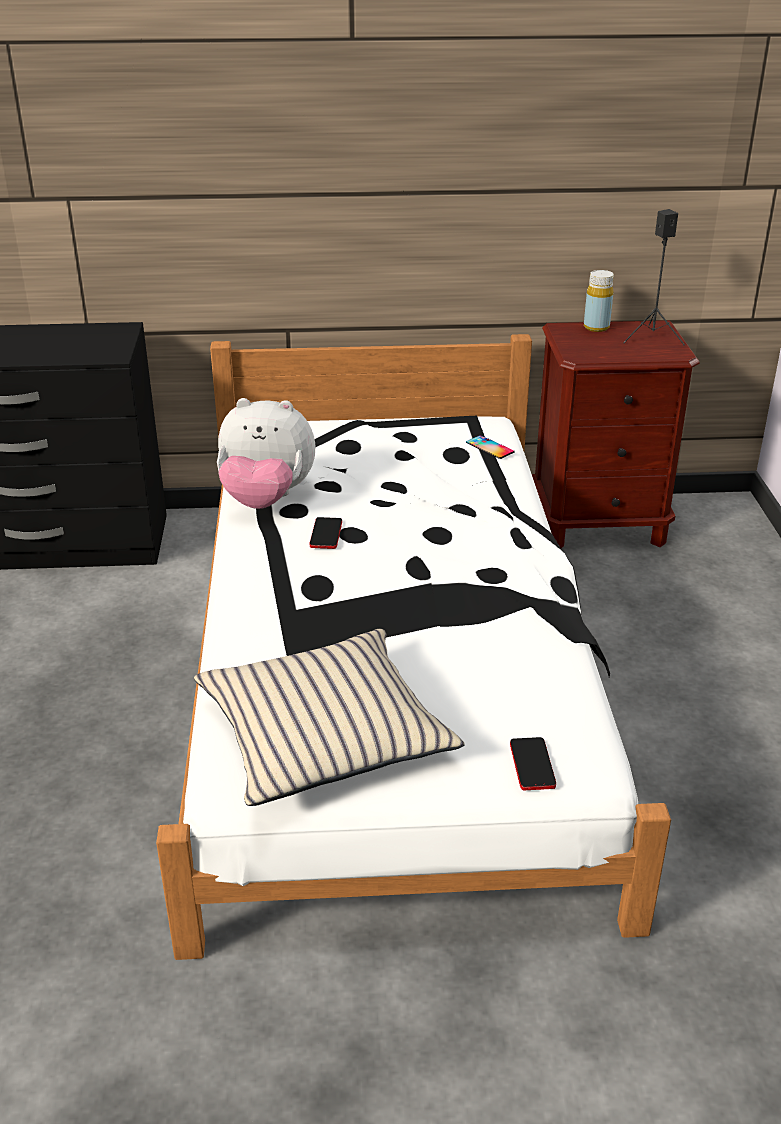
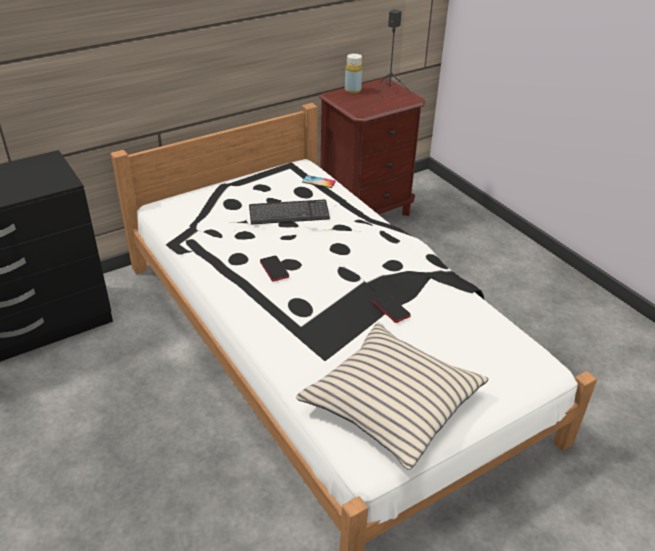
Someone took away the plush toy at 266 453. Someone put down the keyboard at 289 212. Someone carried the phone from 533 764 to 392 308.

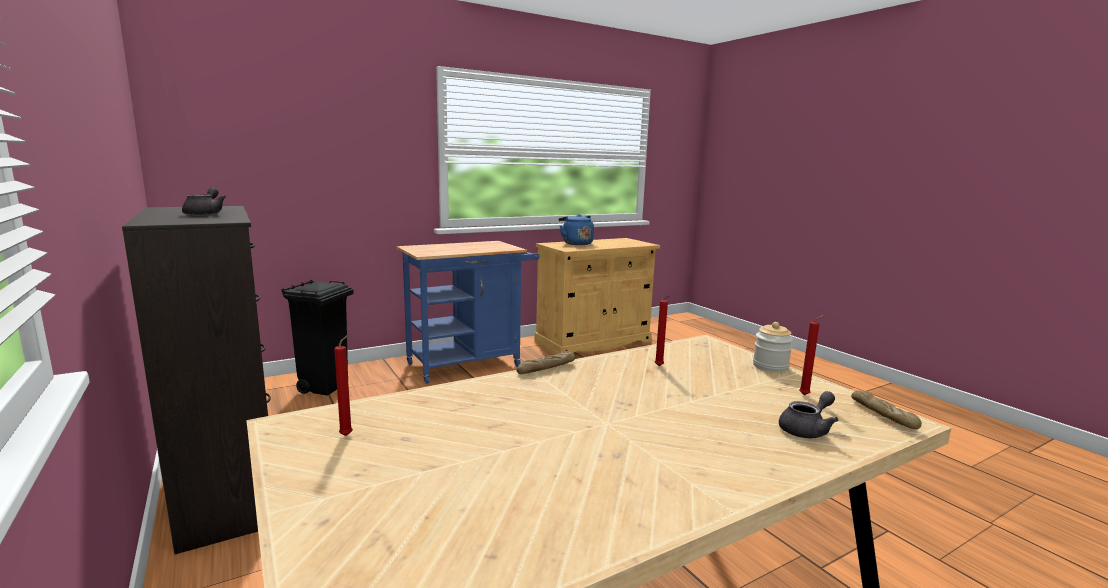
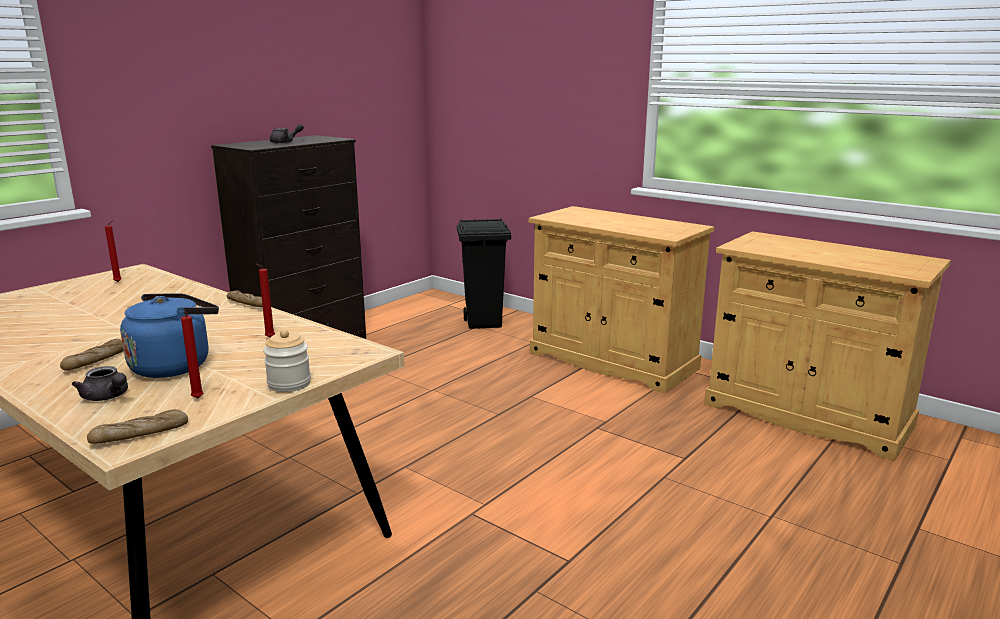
Someone put down the bread at 92 355. Someone carried the blue kettle from 576 229 to 169 335. Someone swapped the blue cart at 468 312 for the beige cabinet at 621 300.

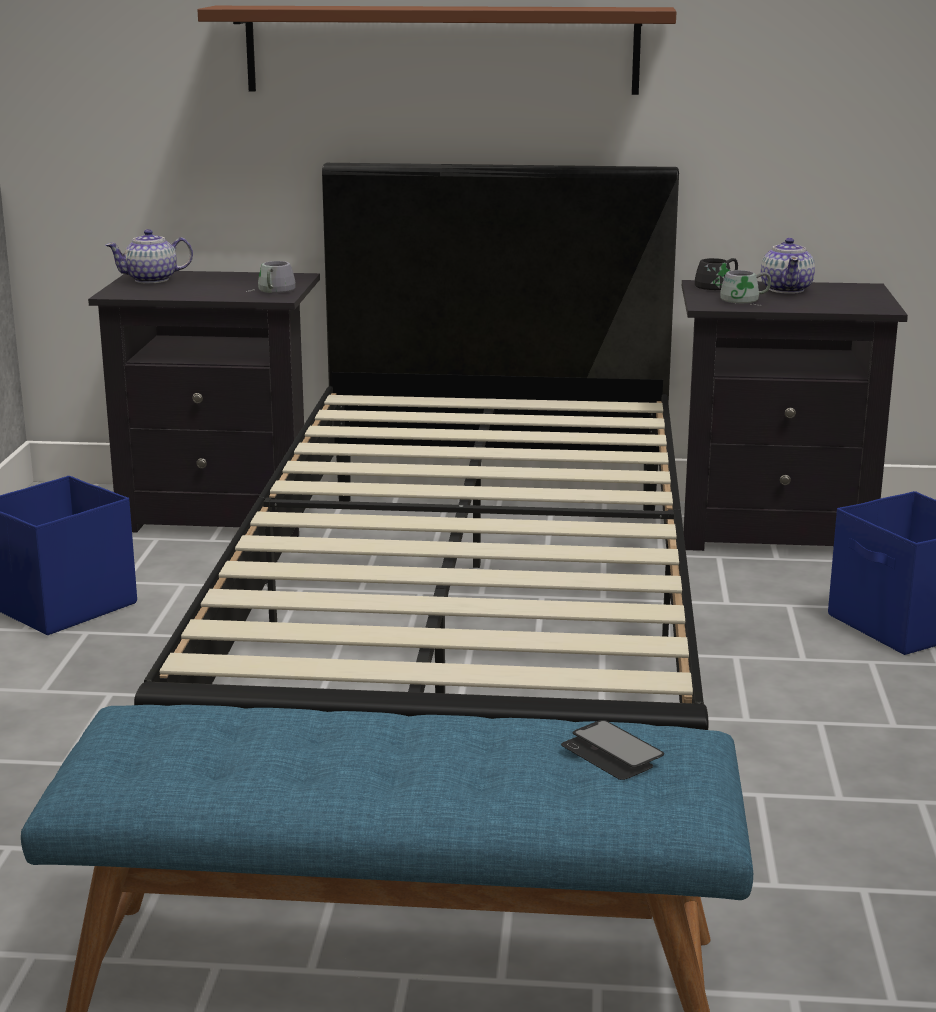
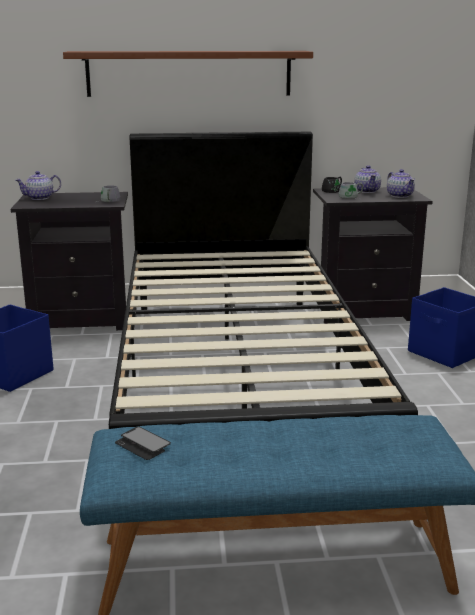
Someone put down the teapot at 401 183. Someone carried the phone from 612 750 to 143 443.

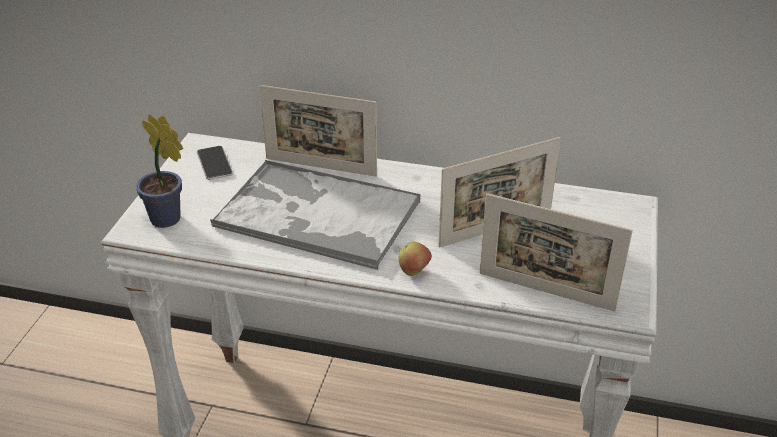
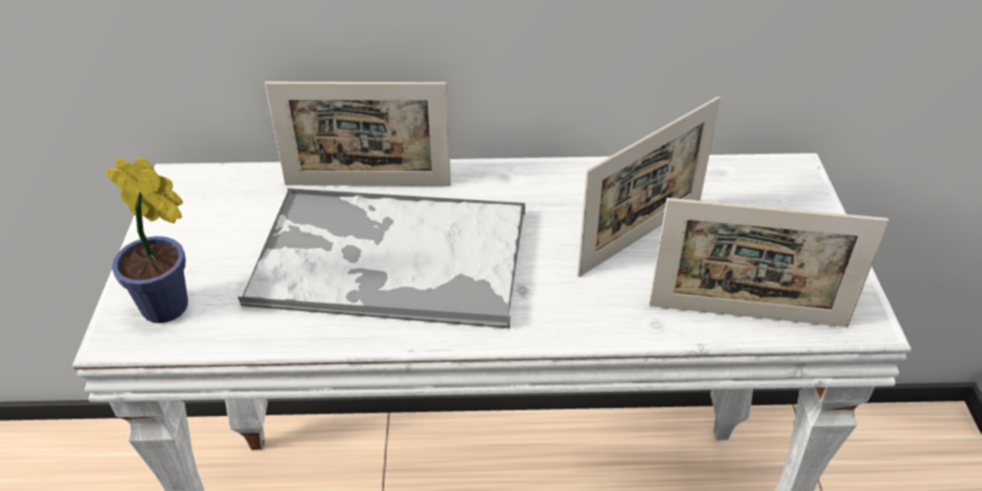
Someone took away the phone at 215 163. Someone took away the apple at 415 259.

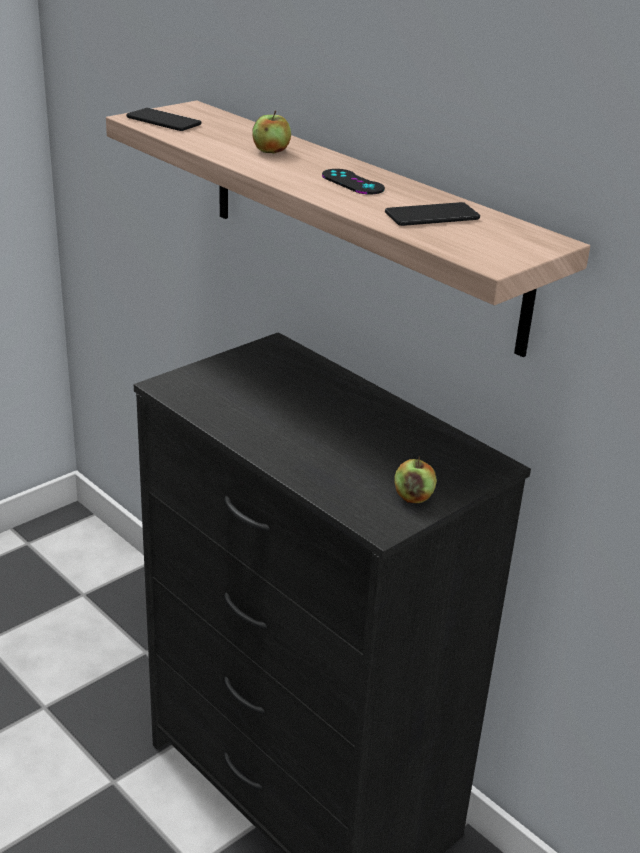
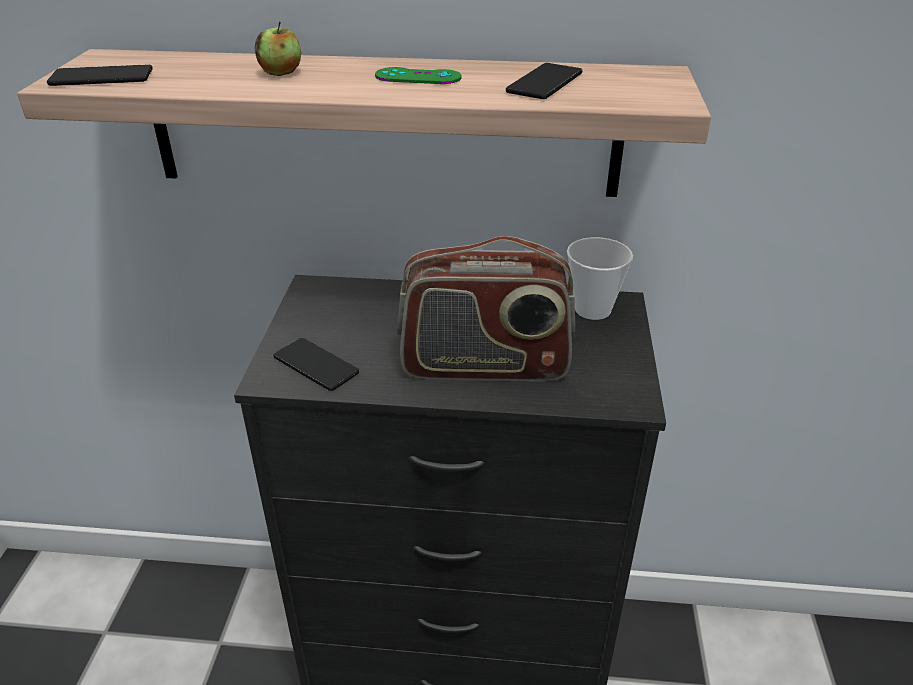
Someone took away the apple at 415 480. Someone put down the phone at 316 364. Someone put down the radio at 486 309. Someone put down the cup at 600 278. Someone repainted the black game controller at 353 181, which became the green game controller at 418 75.

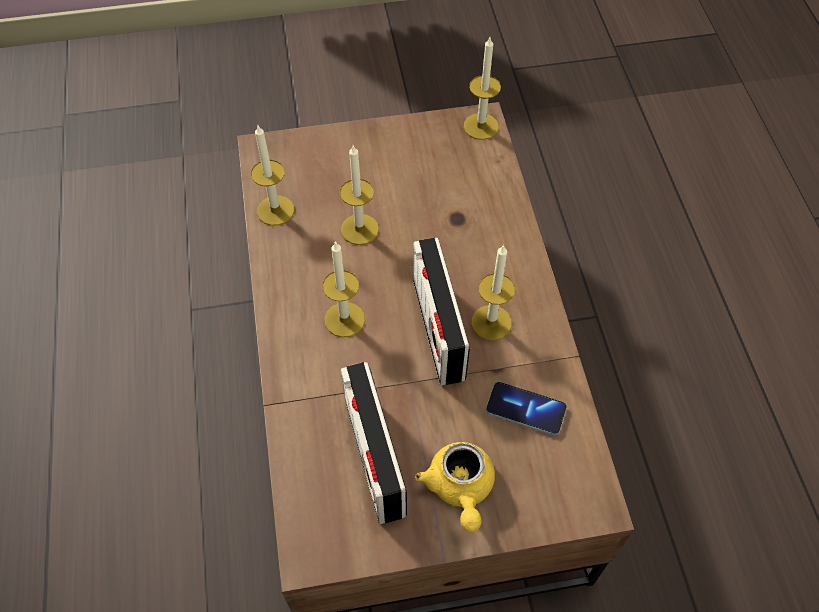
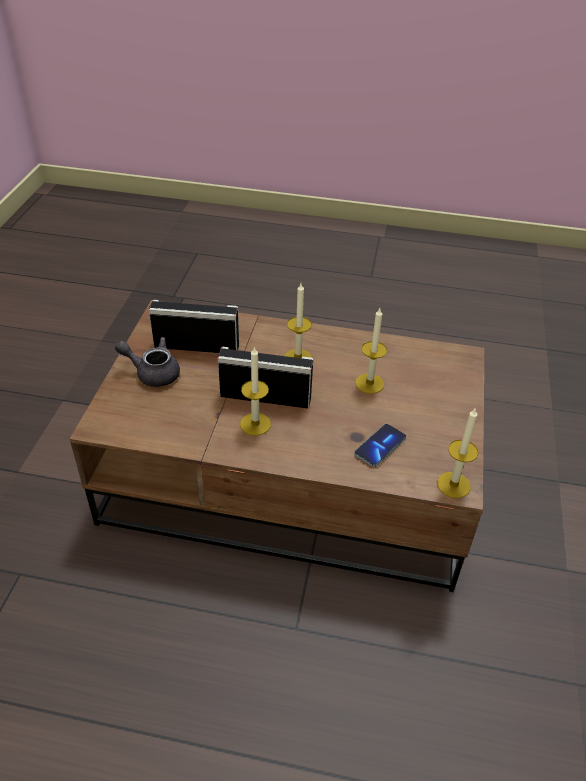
Someone took away the candle at 272 175. Someone carried the phone from 526 409 to 380 445. Someone repainted the yellow teapot at 455 487, which became the grey teapot at 147 362.

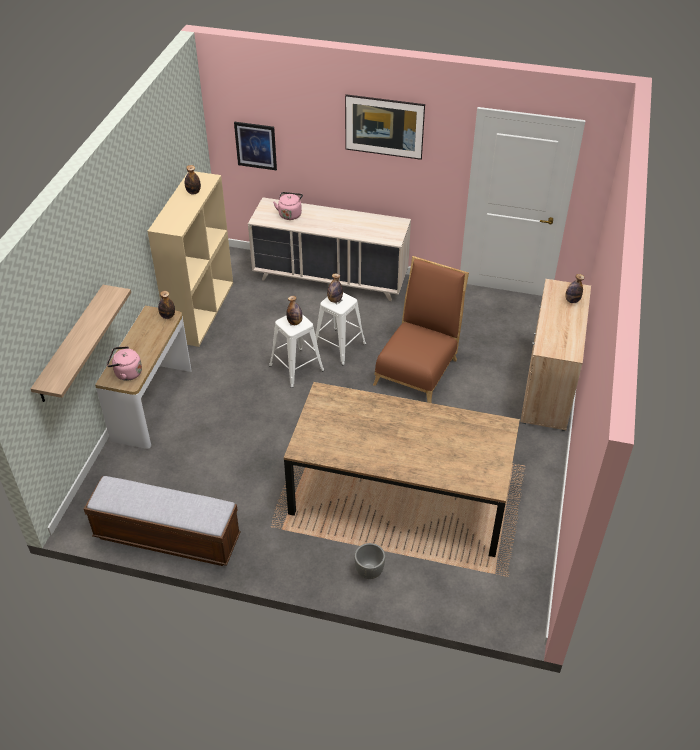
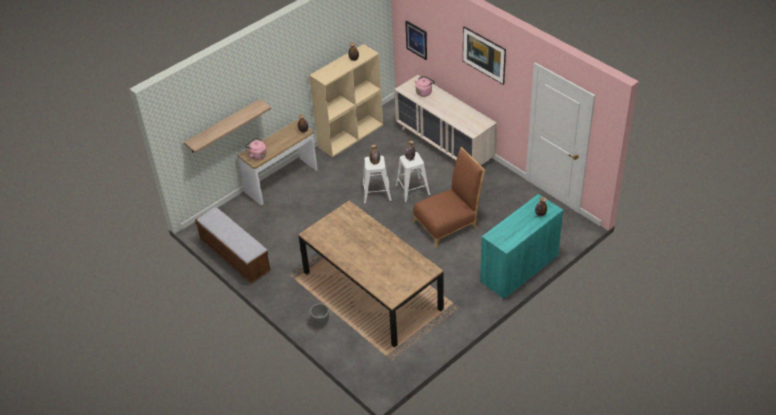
Someone repainted the beige cabinet at 555 355, which became the turquoise cabinet at 521 246.

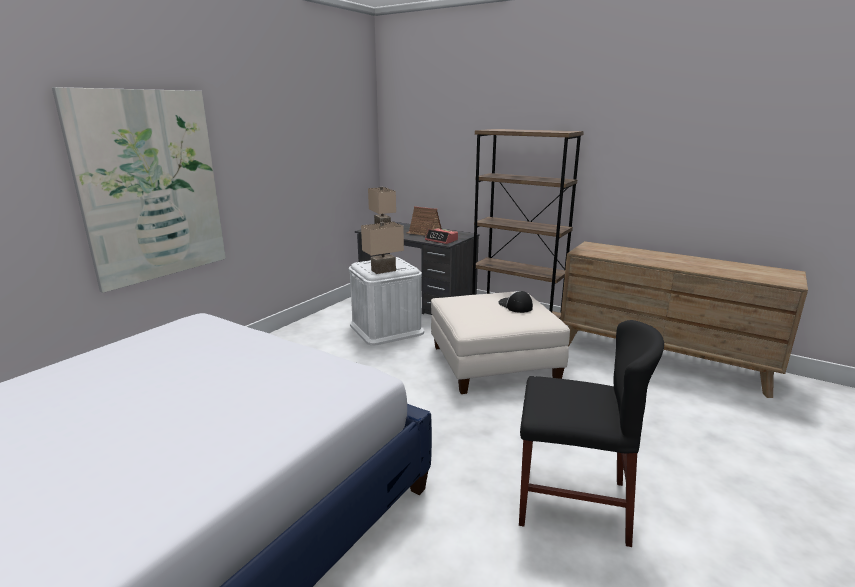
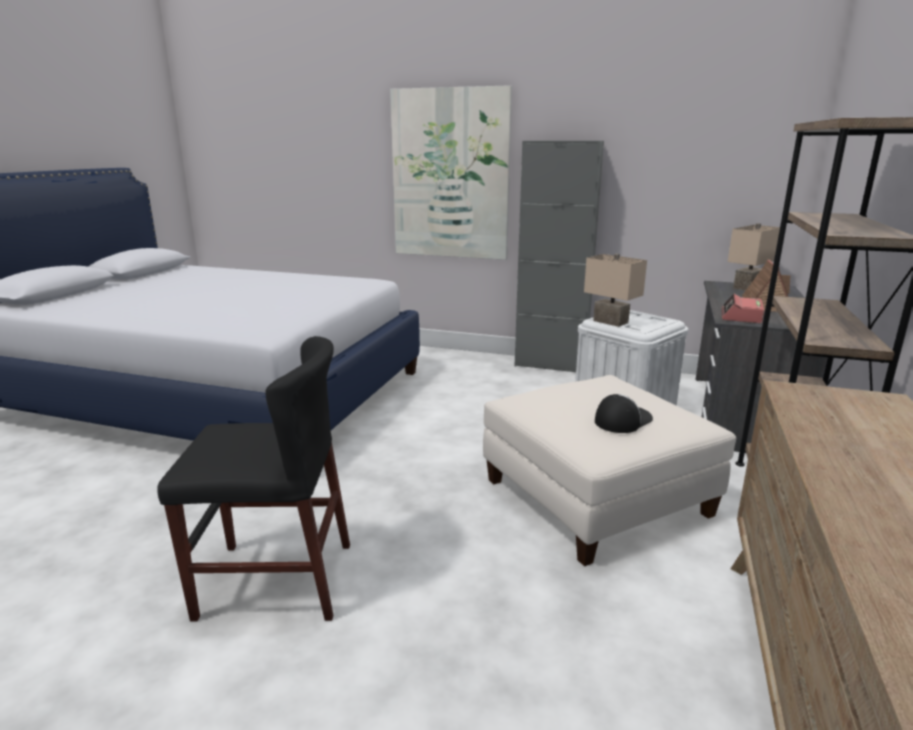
Someone put down the grey cabinet at 559 256. Someone rotated the black chair at 591 433 by 90 degrees counterclockwise.

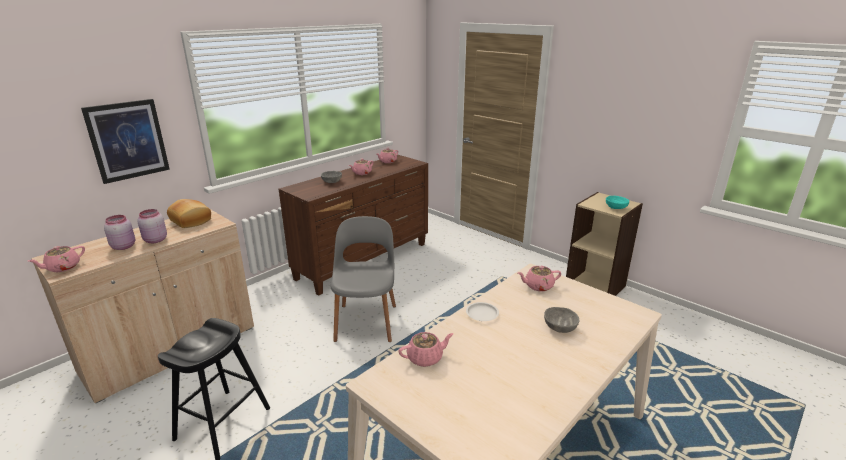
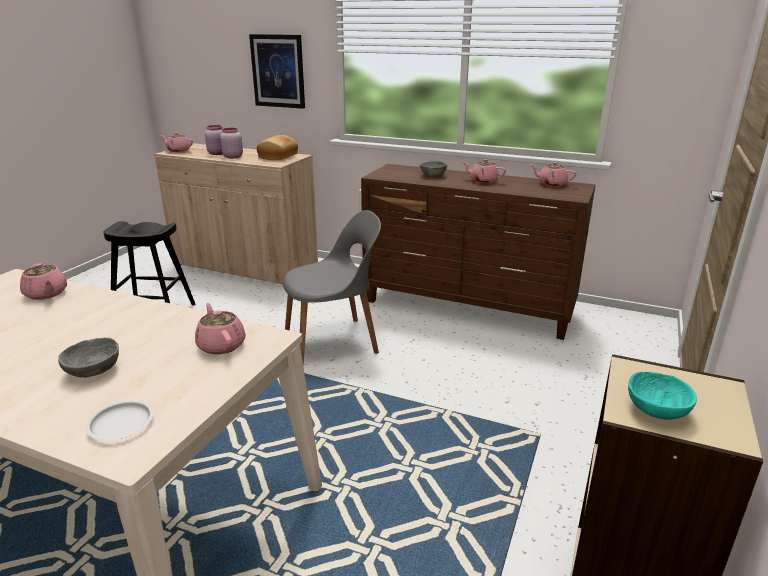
Someone carried the white plate from 482 311 to 119 420.

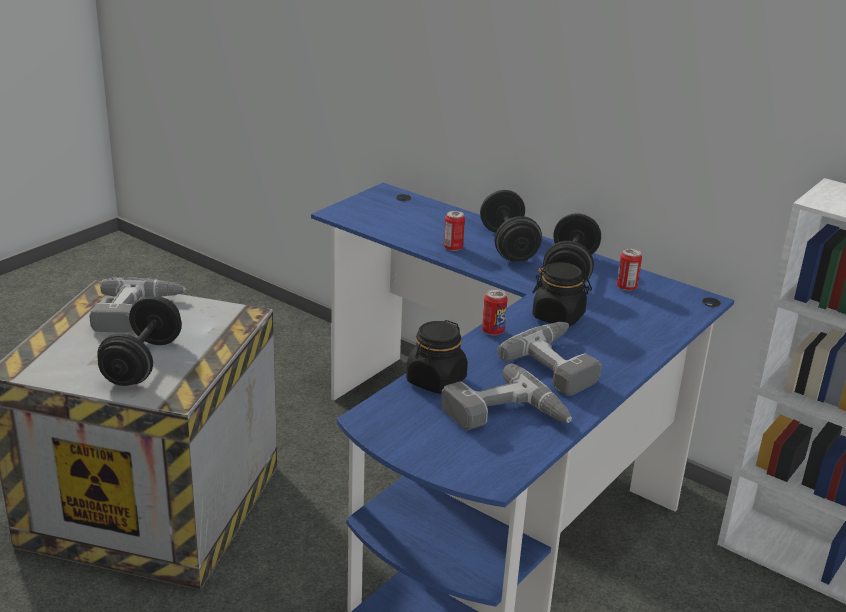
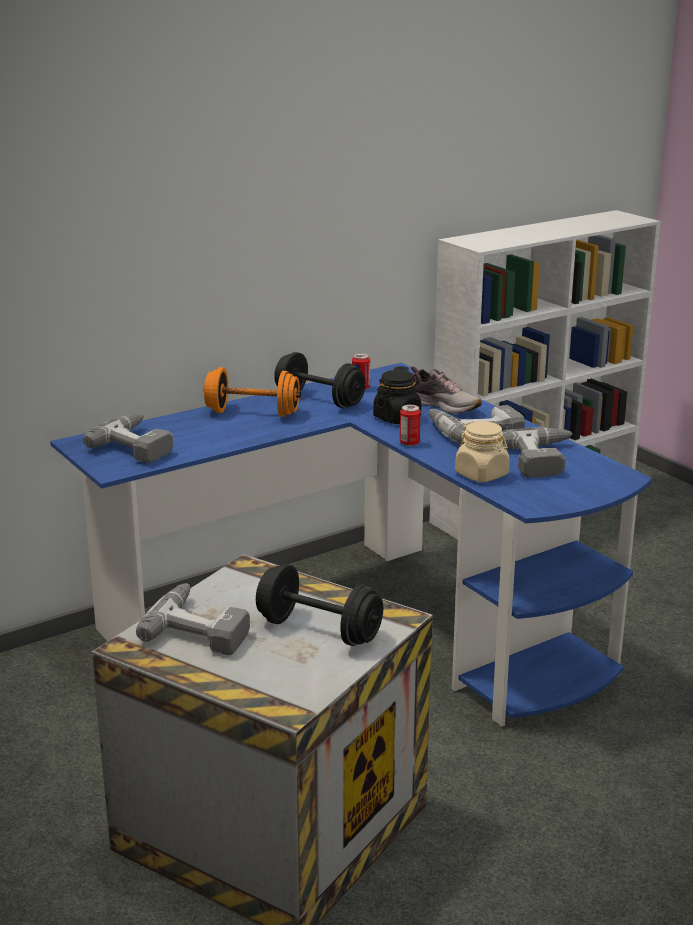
Someone took away the can at 454 231. Someone put down the power drill at 128 438. Someone put down the shoe at 446 390. Someone repainted the black jar at 437 357, which became the beige jar at 482 451. Someone repainted the black dumbbell at 511 225, which became the orange dumbbell at 252 392.

